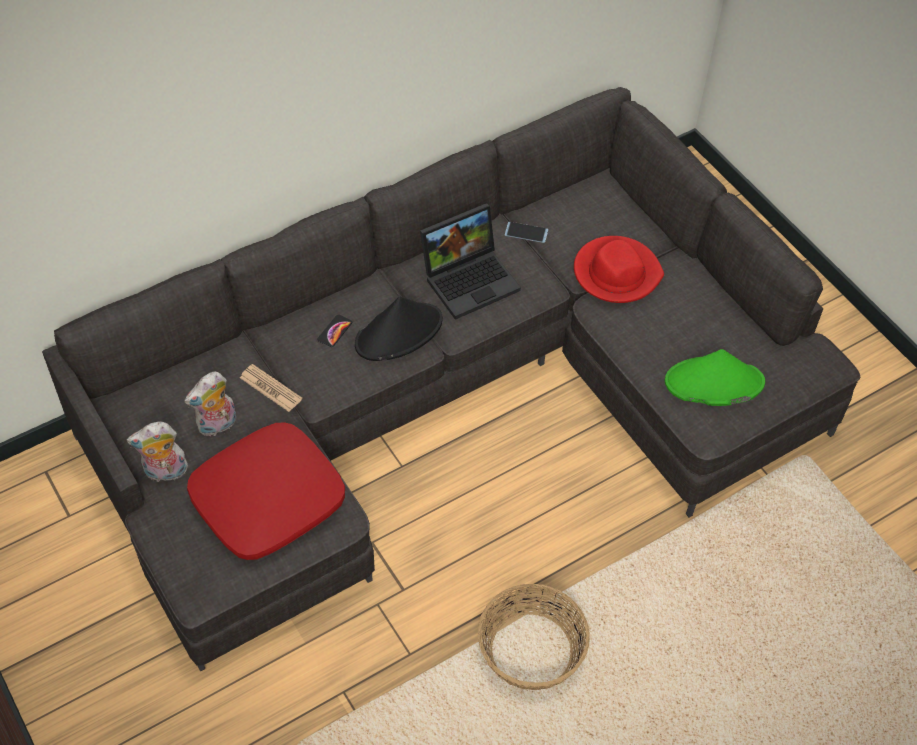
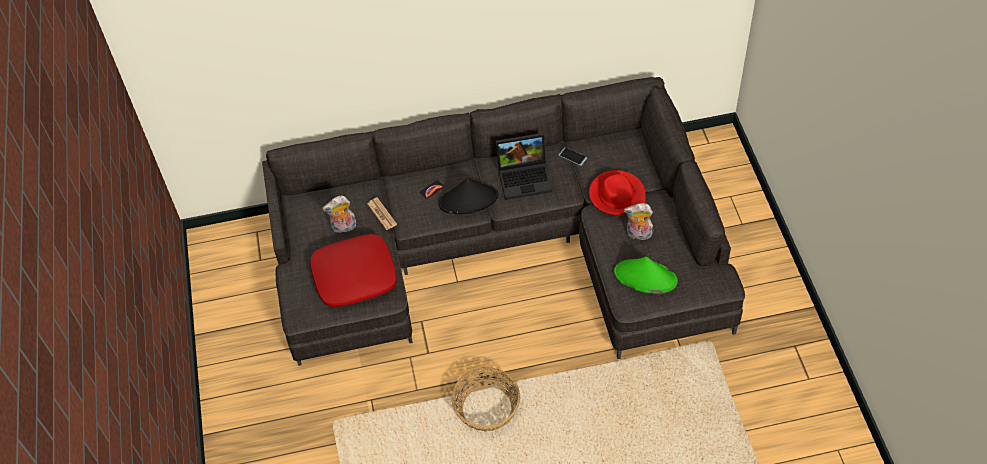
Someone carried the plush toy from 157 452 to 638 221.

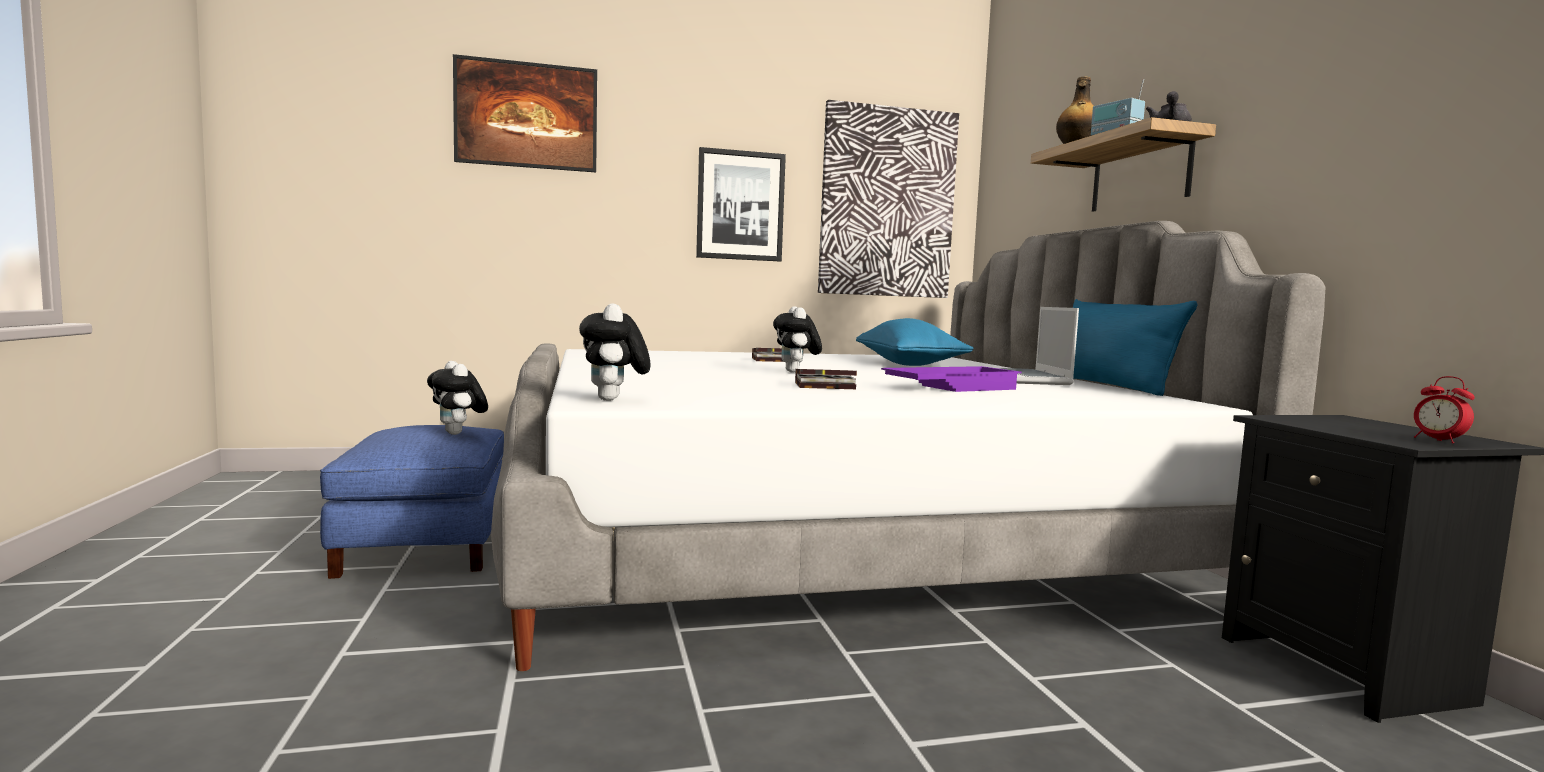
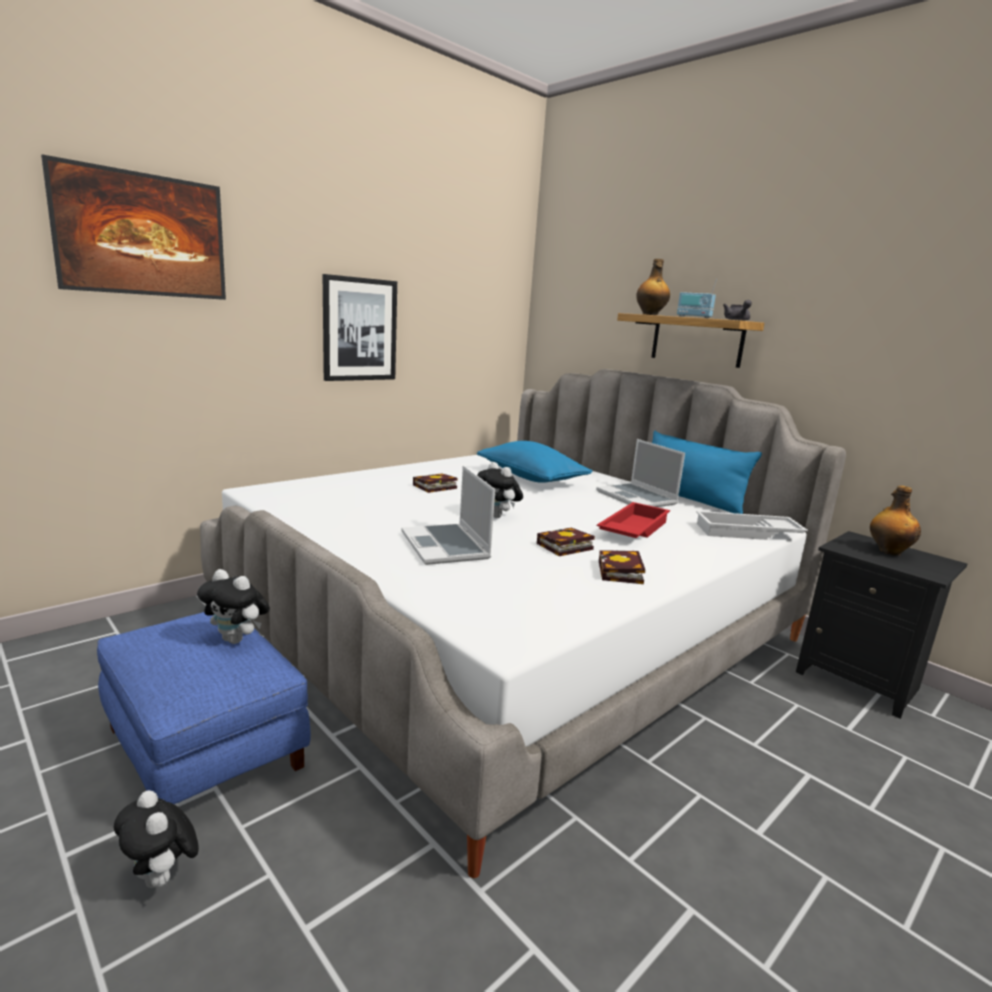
Someone took away the picture at 888 199. Someone took away the alarm clock at 1444 409. Someone put down the laptop at 448 515. Someone put down the book at 622 567. Someone put down the white tray at 752 525. Someone put down the bottle at 895 521. Someone carried the plush toy from 615 352 to 156 839. Someone repainted the purple tray at 951 379, which became the red tray at 633 520.

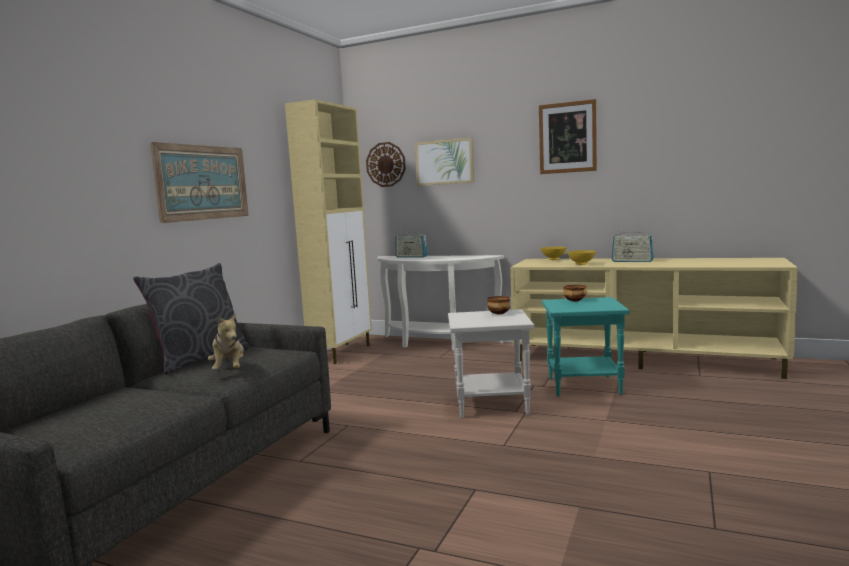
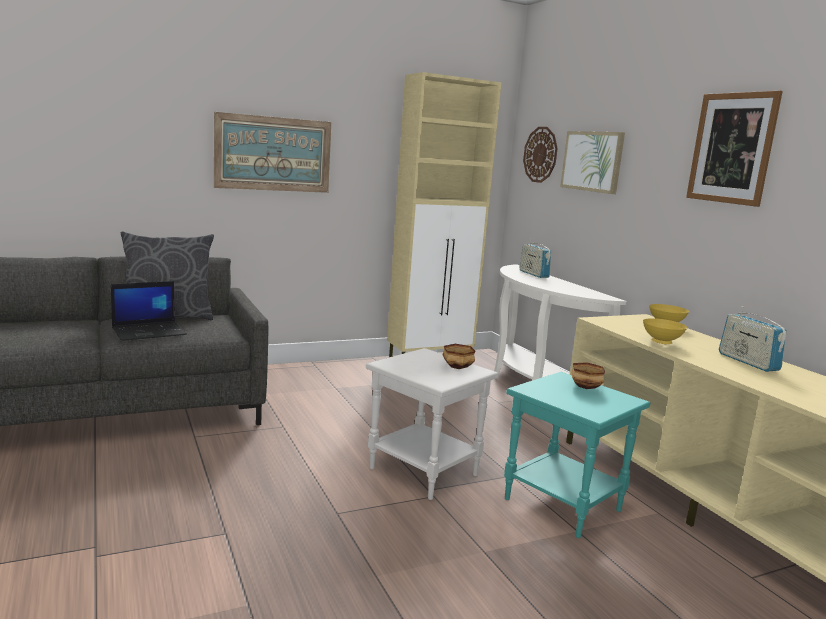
Someone swapped the plush toy at 226 341 for the laptop at 149 311.

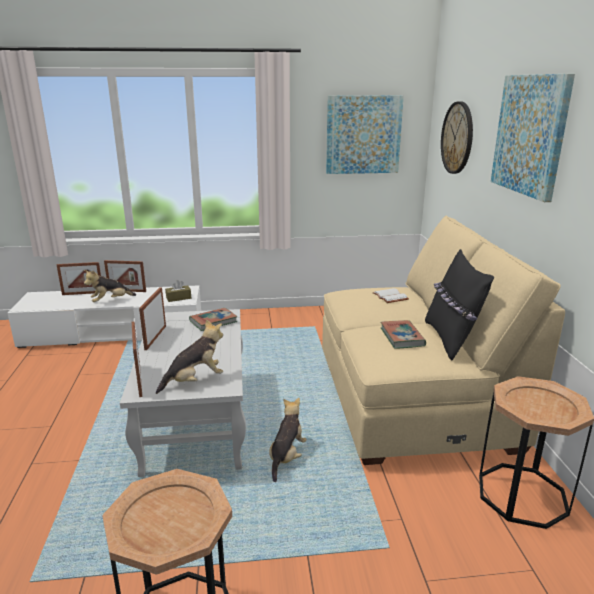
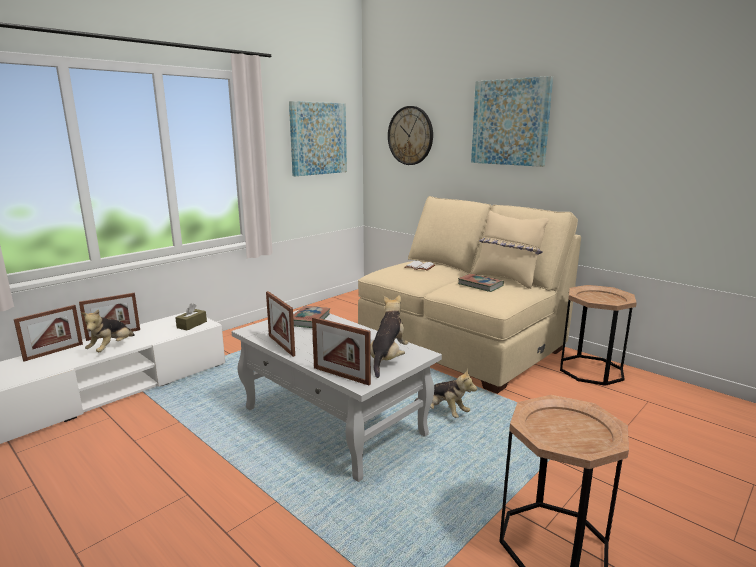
Someone repainted the black pillow at 459 304, which became the beige pillow at 510 249. Someone rotated the plush toy at 288 439 by 150 degrees clockwise.

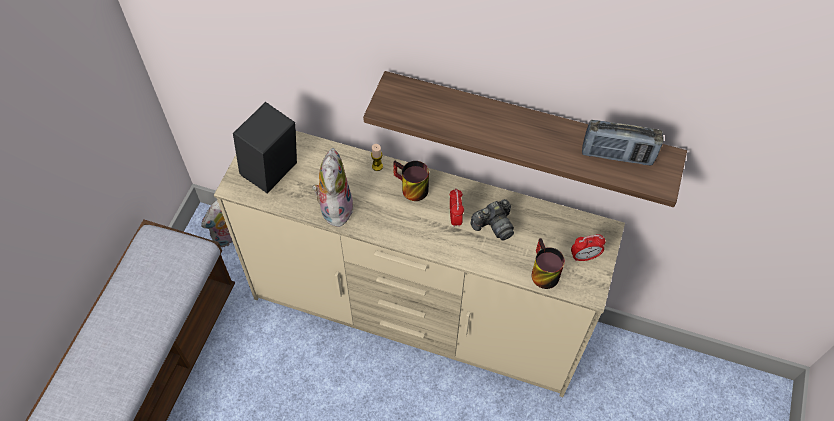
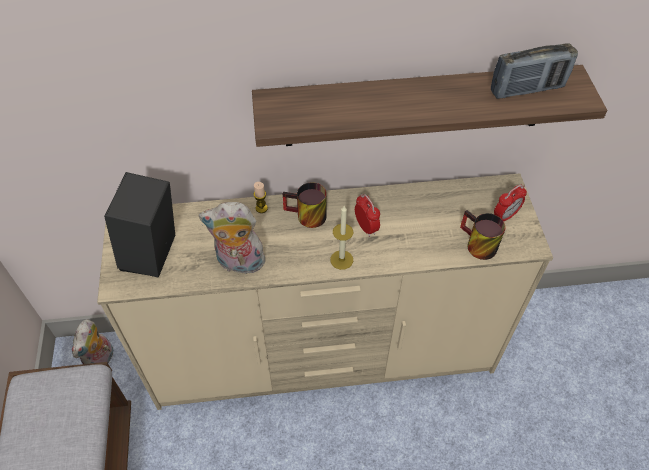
Someone took away the photo camera at 492 220. Someone put down the candle at 341 238. Someone rotated the plush toy at 333 187 by 60 degrees counterclockwise.

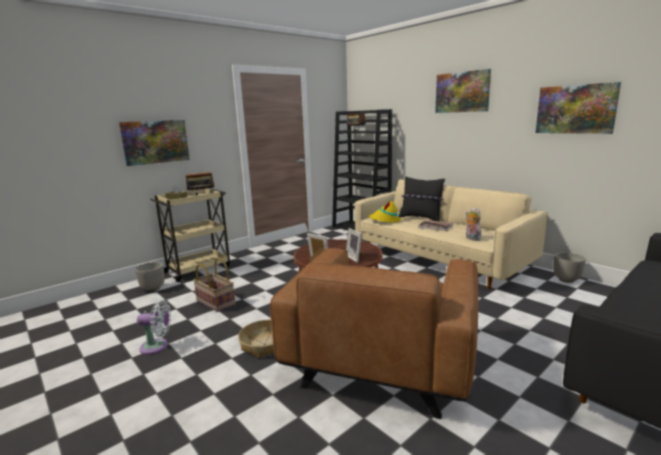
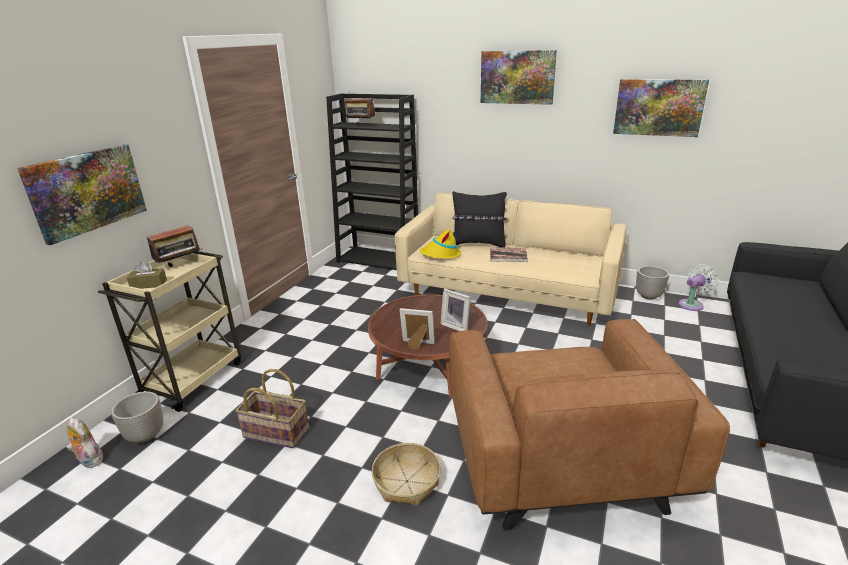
Someone carried the white fan from 154 327 to 698 287. Someone carried the plush toy from 473 224 to 85 443.

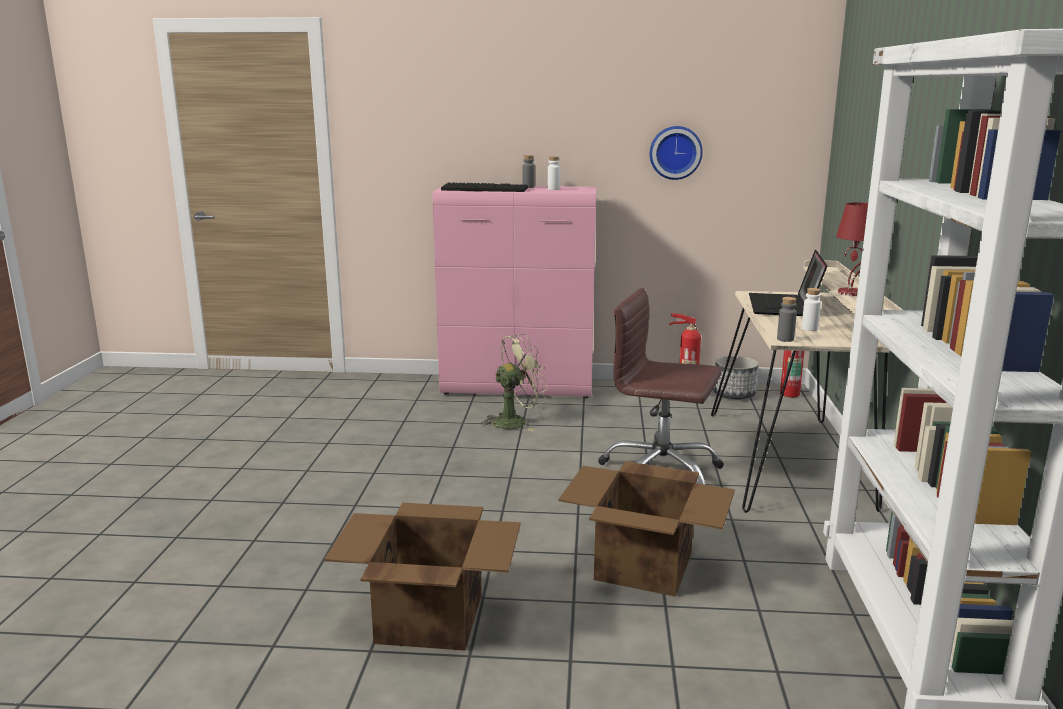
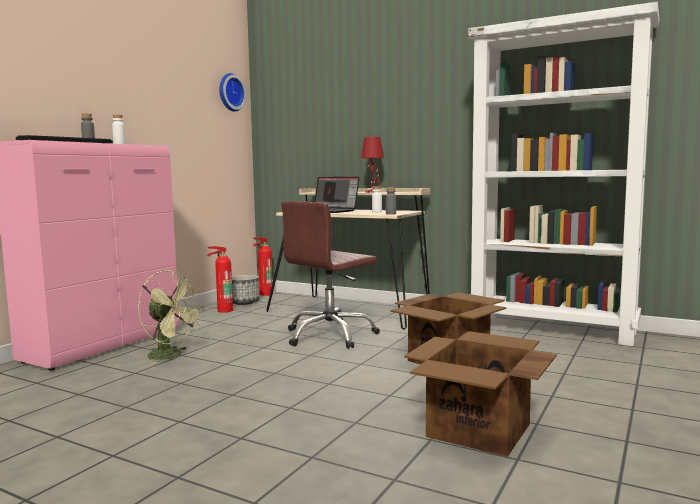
Someone carried the wall clock from 676 153 to 232 92. Someone rotated the green fan at 514 382 by 120 degrees clockwise.

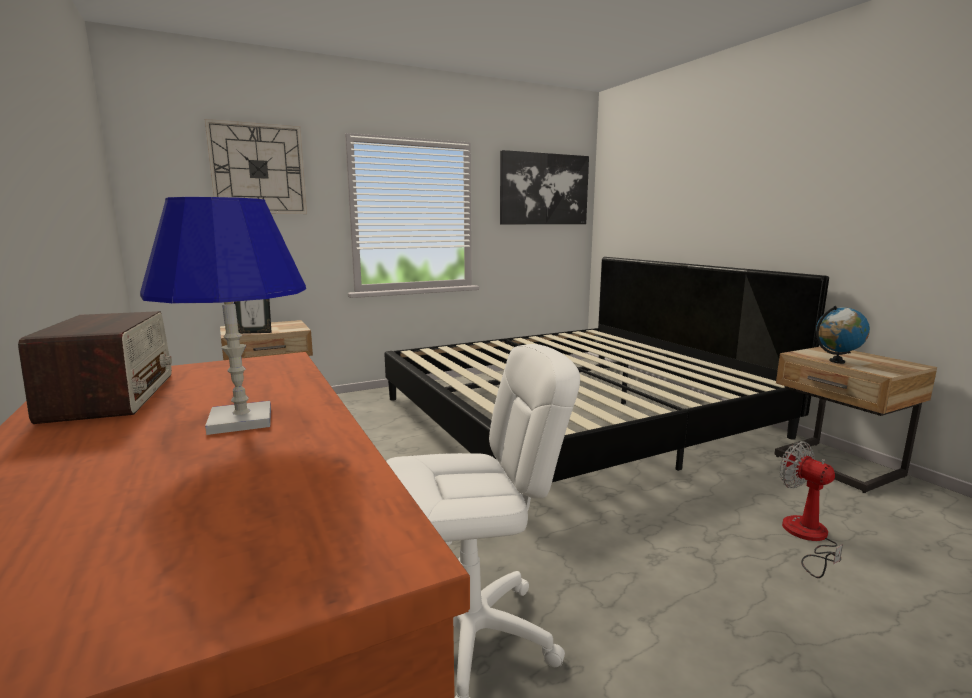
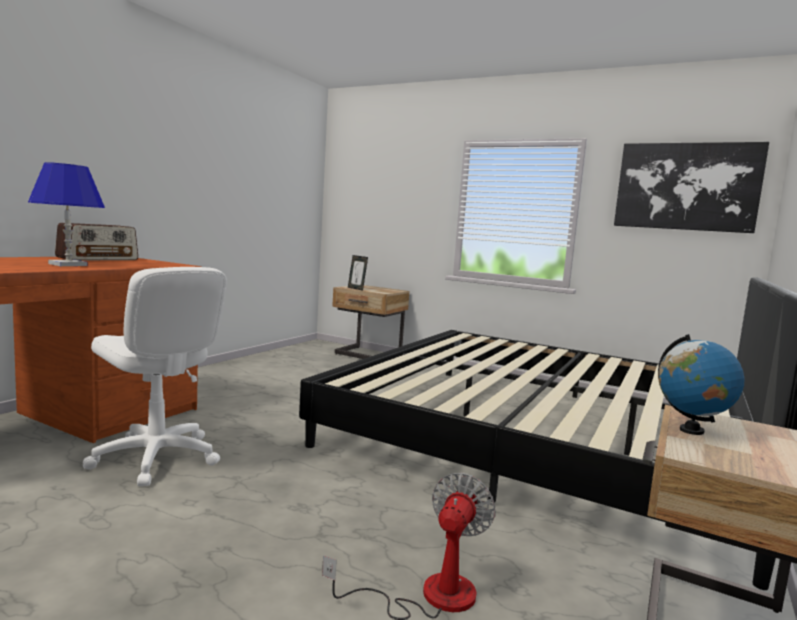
Someone took away the wall clock at 256 166.

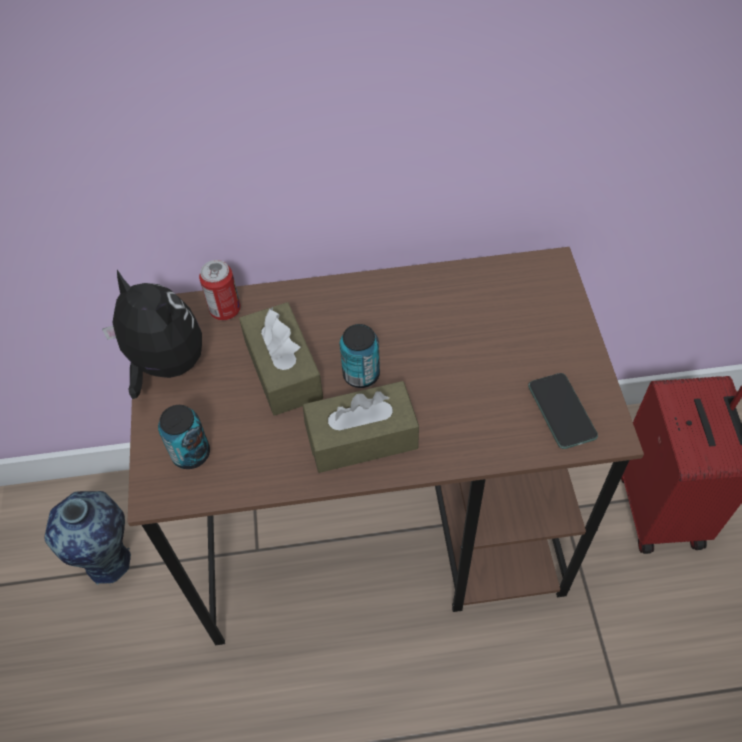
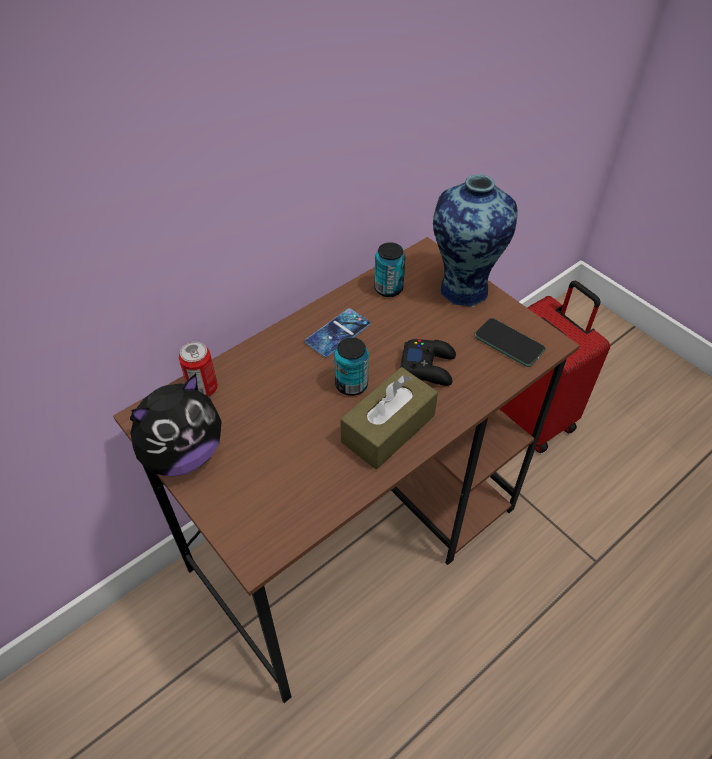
Someone took away the brown tissue box at 281 359. Someone put down the phone at 338 332. Someone put down the black game controller at 428 362. Someone carried the vase from 87 538 to 475 240. Someone carried the can from 184 437 to 390 269. Someone rotated the plush toy at 152 334 by 135 degrees clockwise.

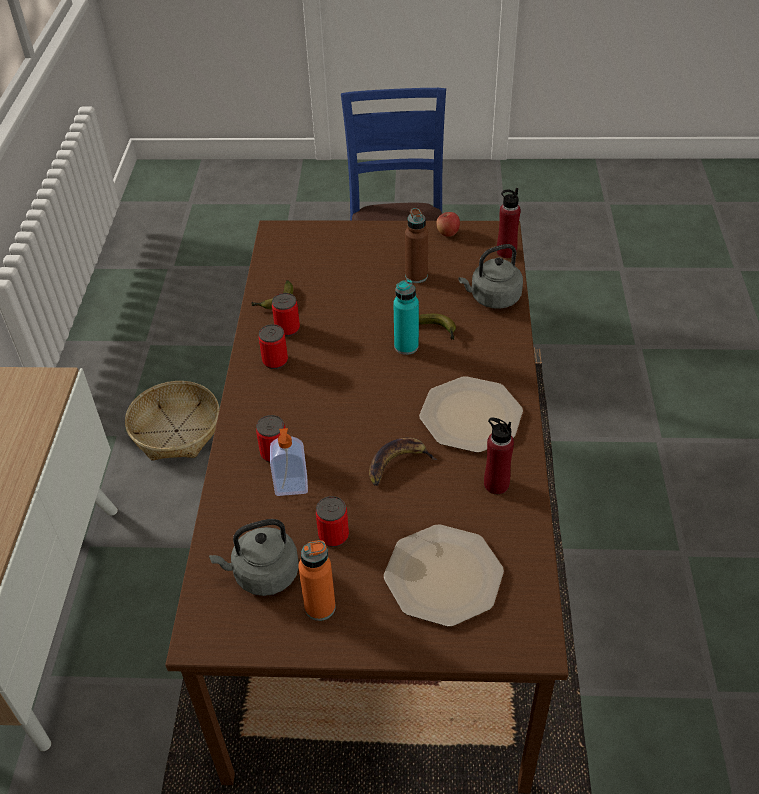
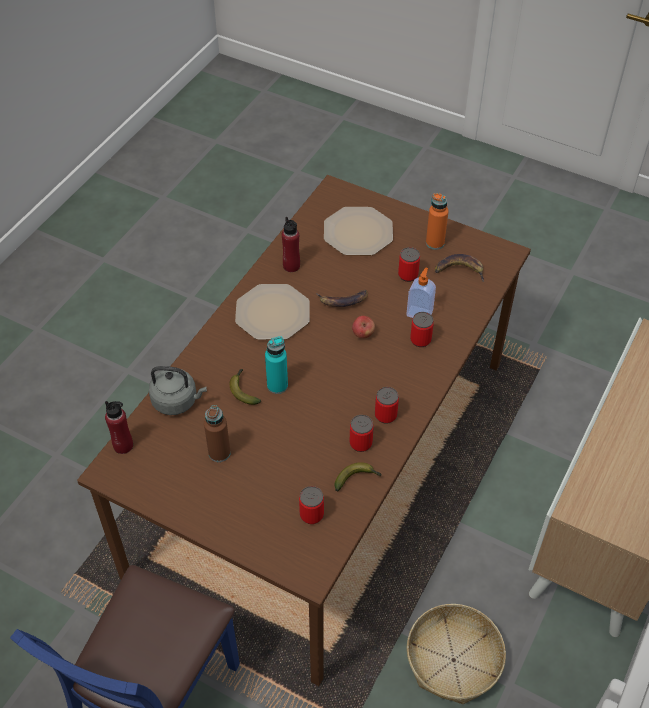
Someone put down the can at 311 505. Someone carried the apple from 448 224 to 363 327. Someone swapped the grey kettle at 254 557 for the banana at 459 268.

